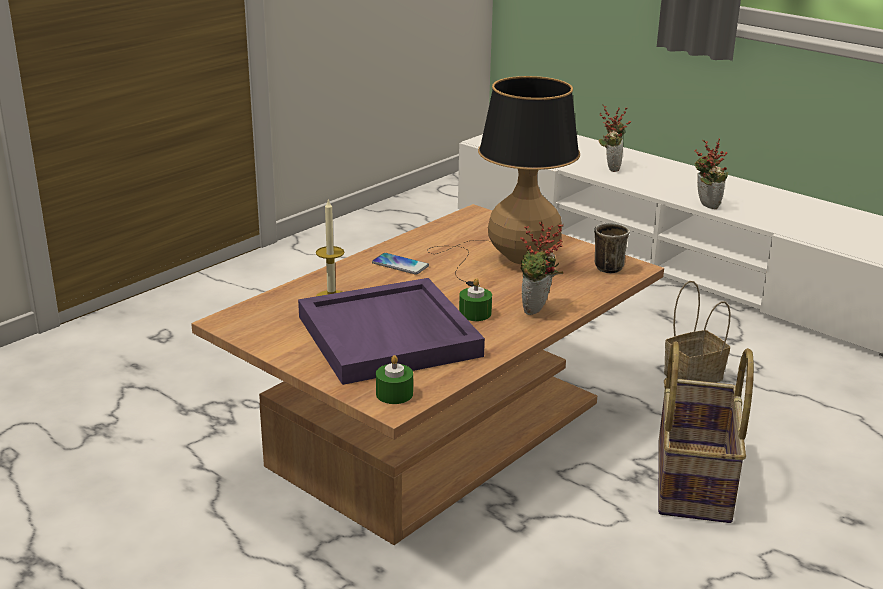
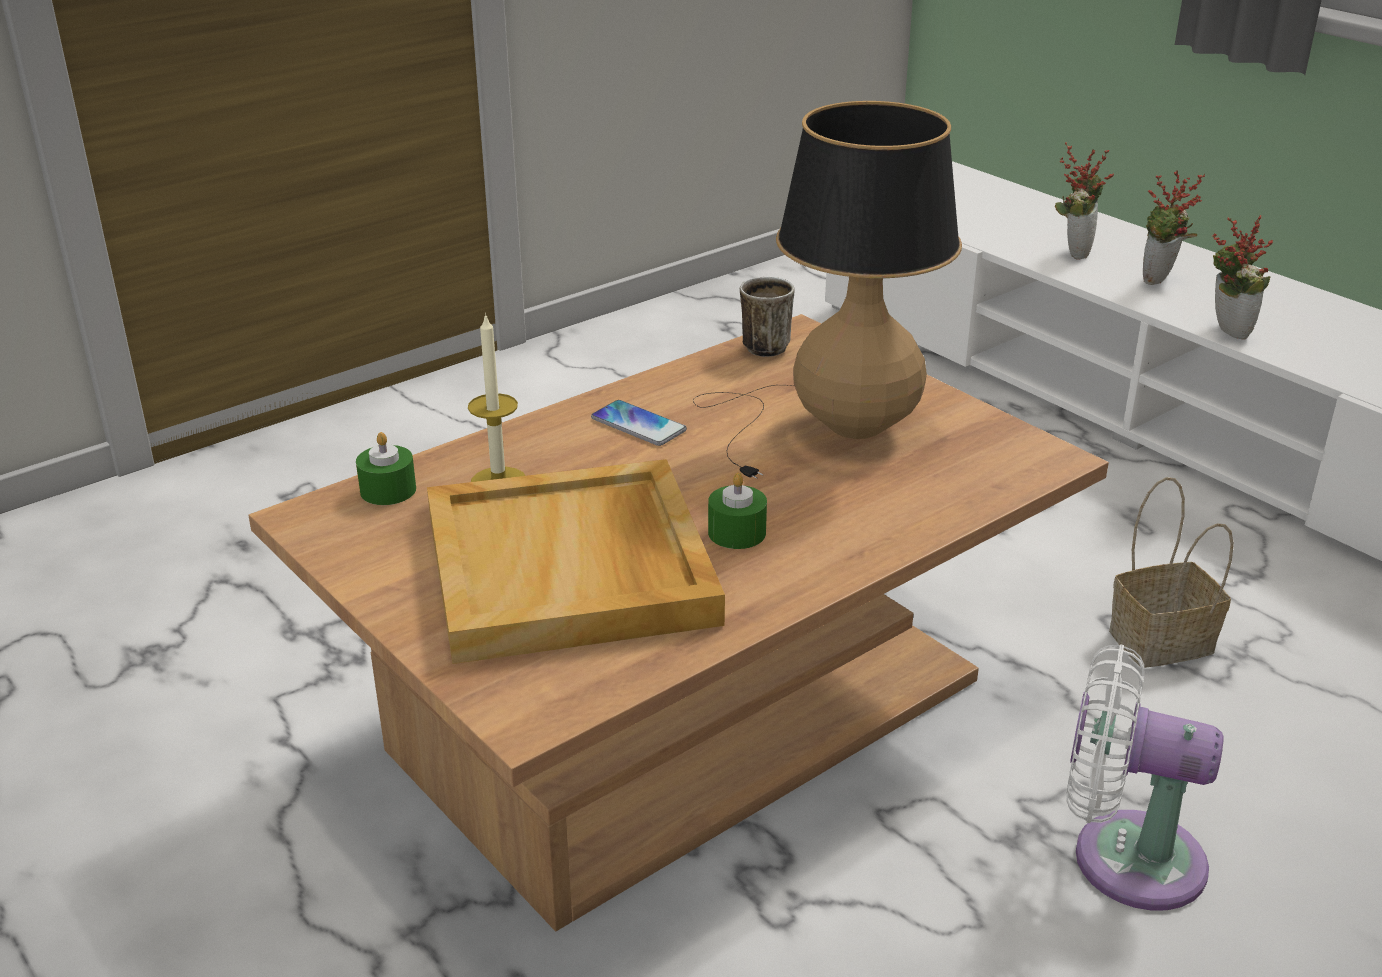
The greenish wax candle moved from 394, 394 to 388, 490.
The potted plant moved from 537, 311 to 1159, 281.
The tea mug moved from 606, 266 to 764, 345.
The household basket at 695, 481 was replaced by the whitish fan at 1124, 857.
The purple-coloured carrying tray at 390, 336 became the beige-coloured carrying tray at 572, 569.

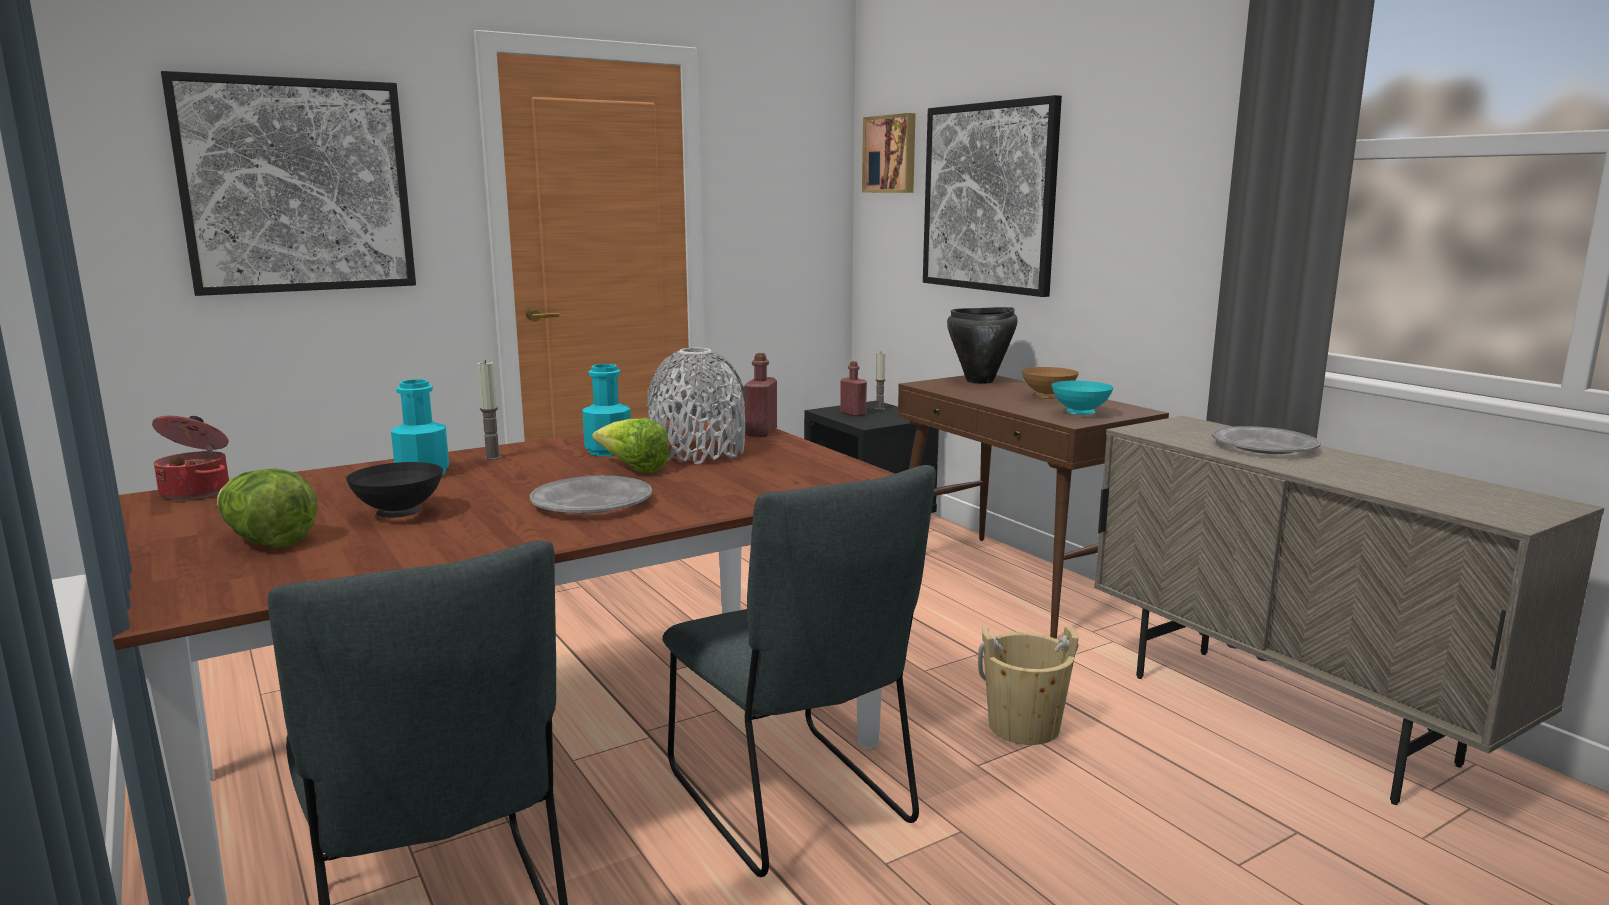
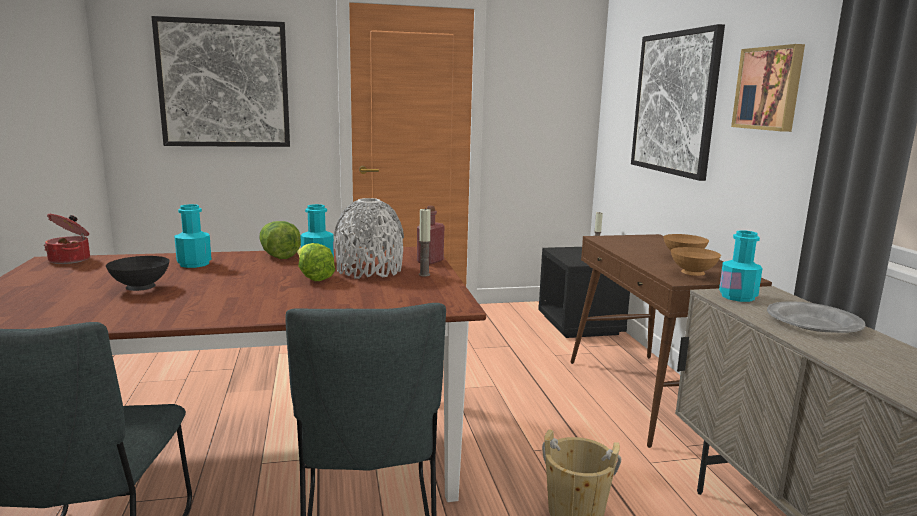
The greyish dinner plate at 592, 502 disappeared.
The red drink bottle at 853, 414 disappeared.
The black stockpot at 980, 381 disappeared.
The blue-green drink bottle at 737, 296 appeared.
The lettuce head moved from 267, 541 to 278, 256.
The wax candle moved from 493, 457 to 424, 274.
The picture moved from 891, 154 to 769, 88.
The blue-green serving bowl at 1081, 414 became the brownish serving bowl at 693, 274.

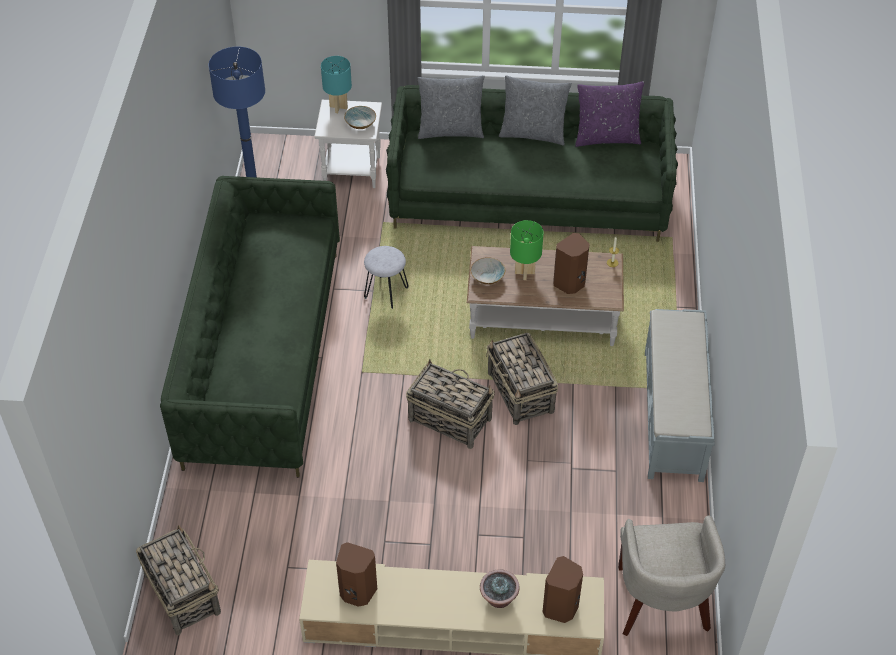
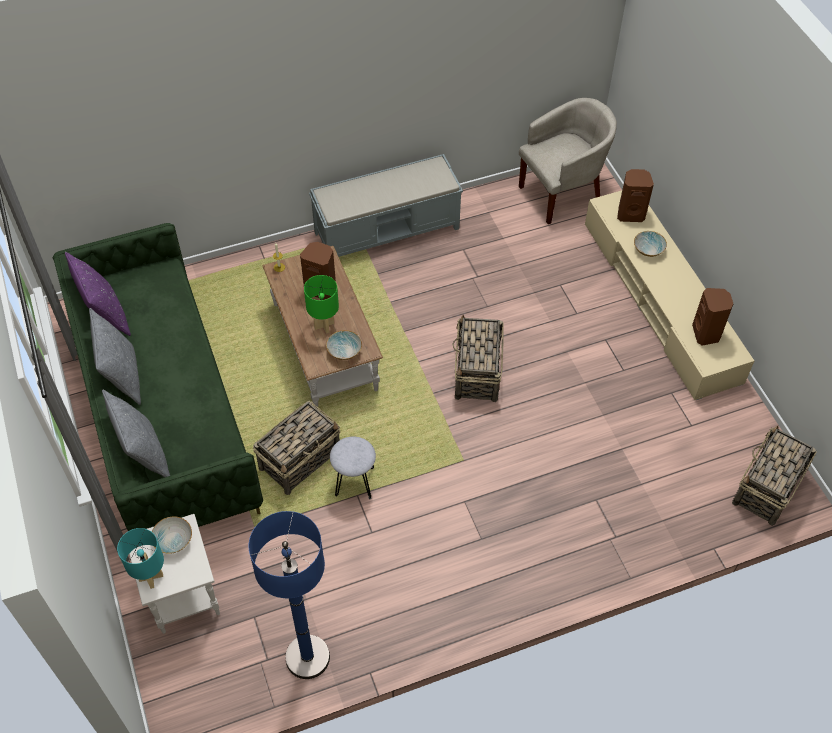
The greenish sofa at 263, 355 disappeared.
The household basket moved from 521, 393 to 301, 459.
The potted plant at 498, 599 was replaced by the serving bowl at 649, 249.

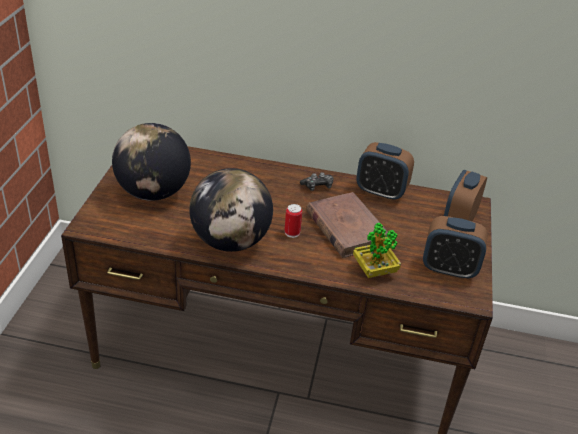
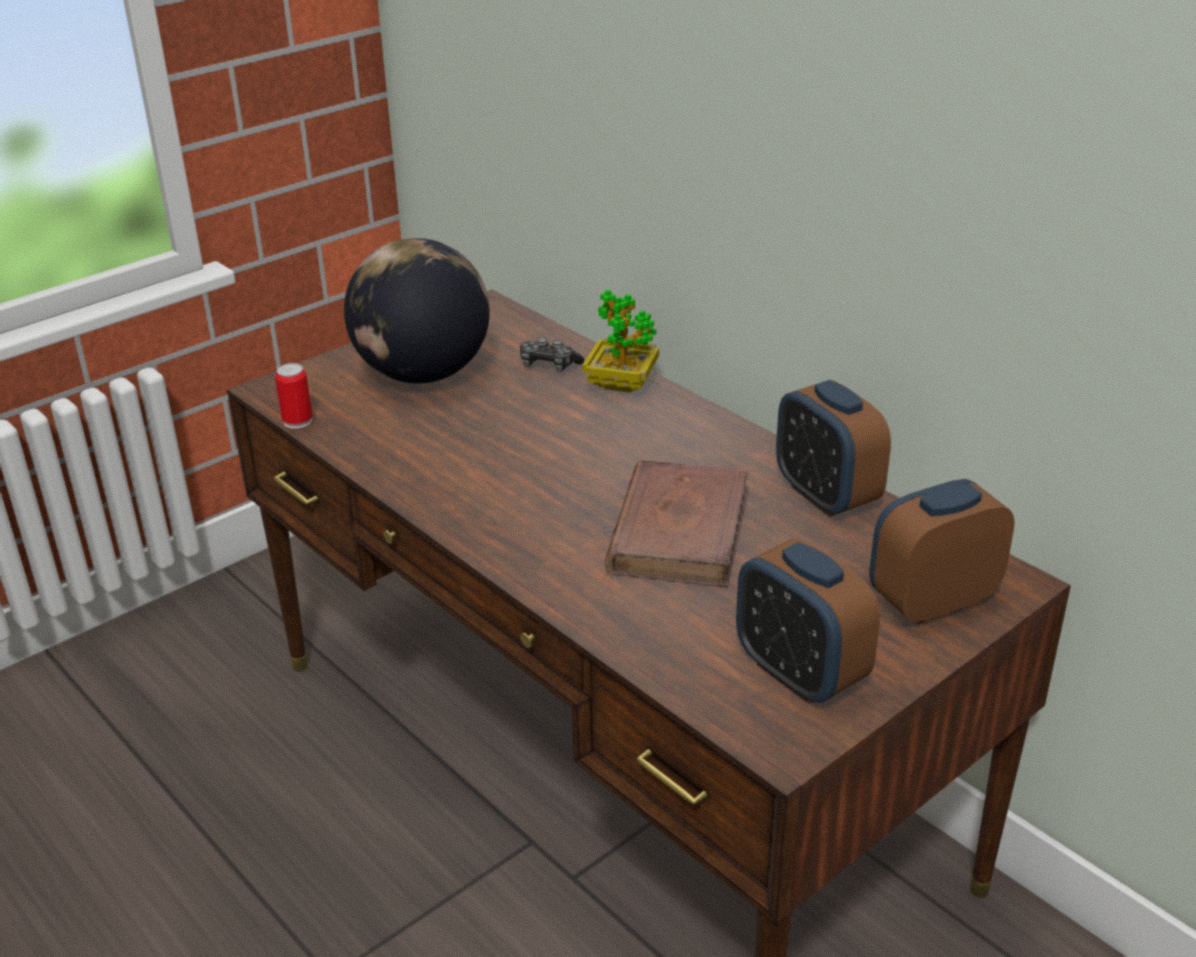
The desk globe at 230, 241 disappeared.
The can moved from 292, 232 to 297, 421.
The joypad moved from 317, 186 to 549, 365.
The potted plant moved from 374, 270 to 621, 384.

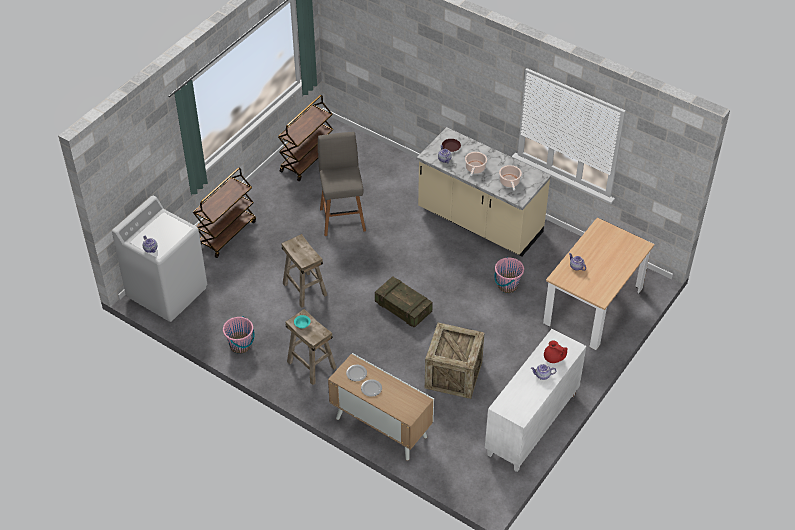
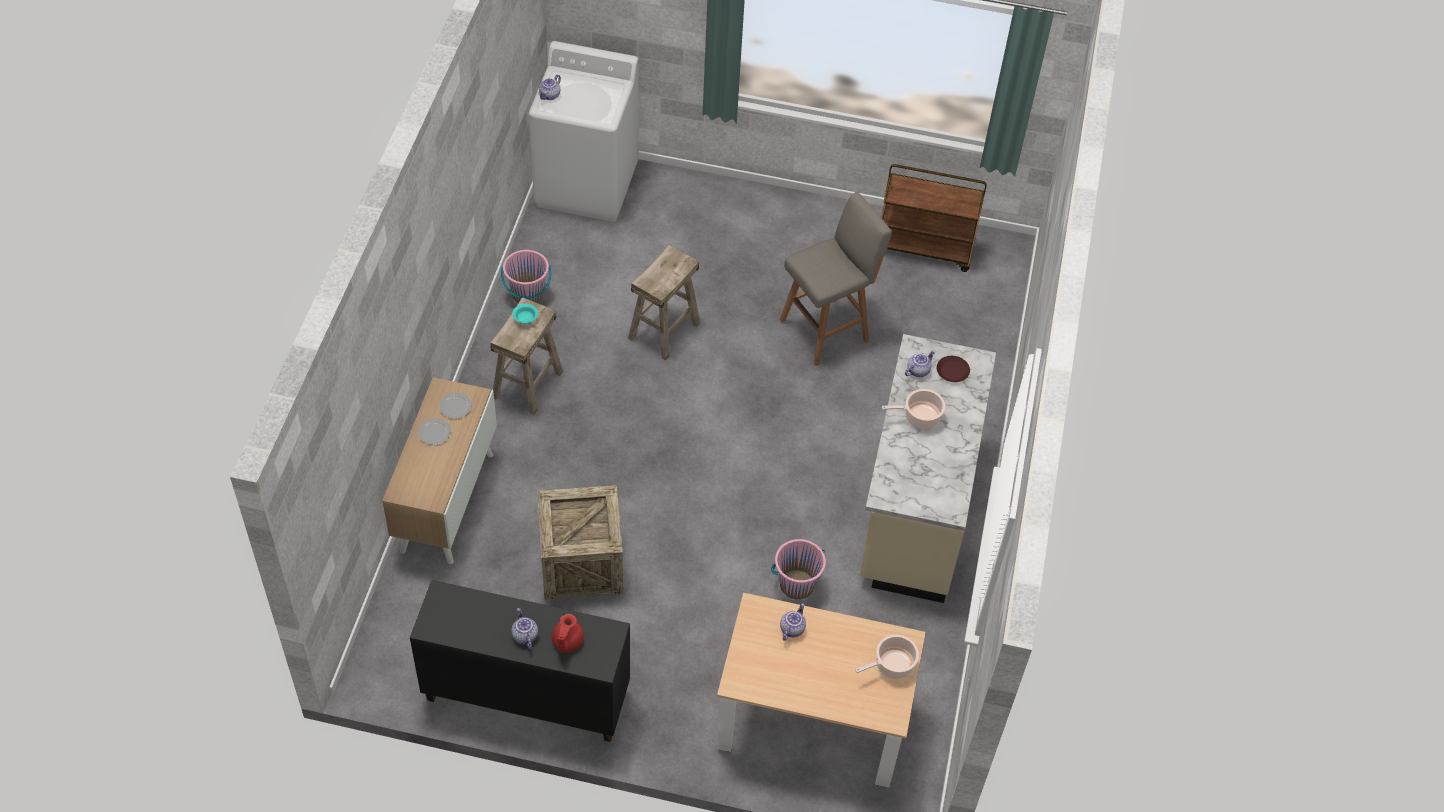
The brownish cart at 226, 233 disappeared.
The packing crate at 403, 308 disappeared.
The stockpot moved from 509, 182 to 892, 665.
The whitish cabinet at 532, 425 became the black cabinet at 525, 696.

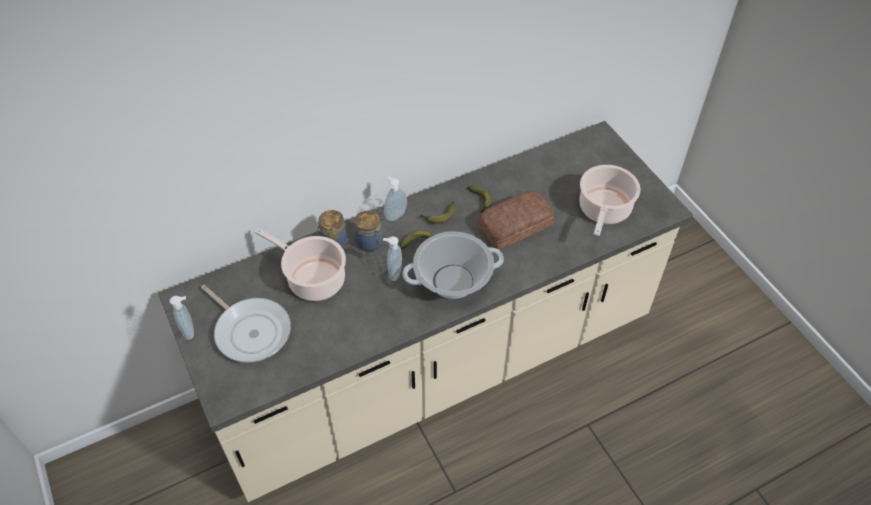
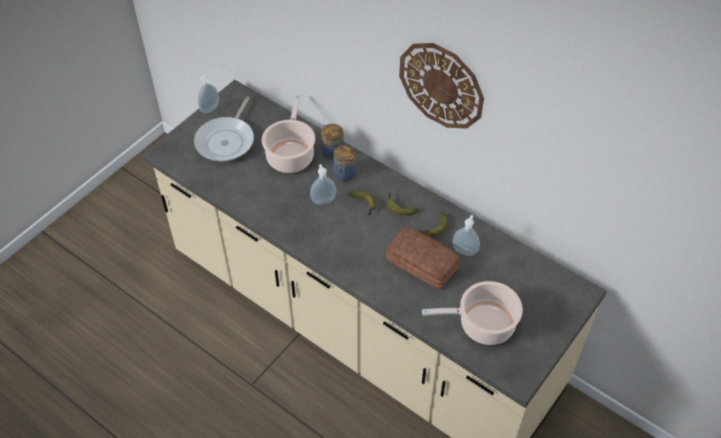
The stockpot at 453, 281 disappeared.
The clock on the wall at 441, 85 appeared.
The soap bottle moved from 395, 215 to 465, 250.

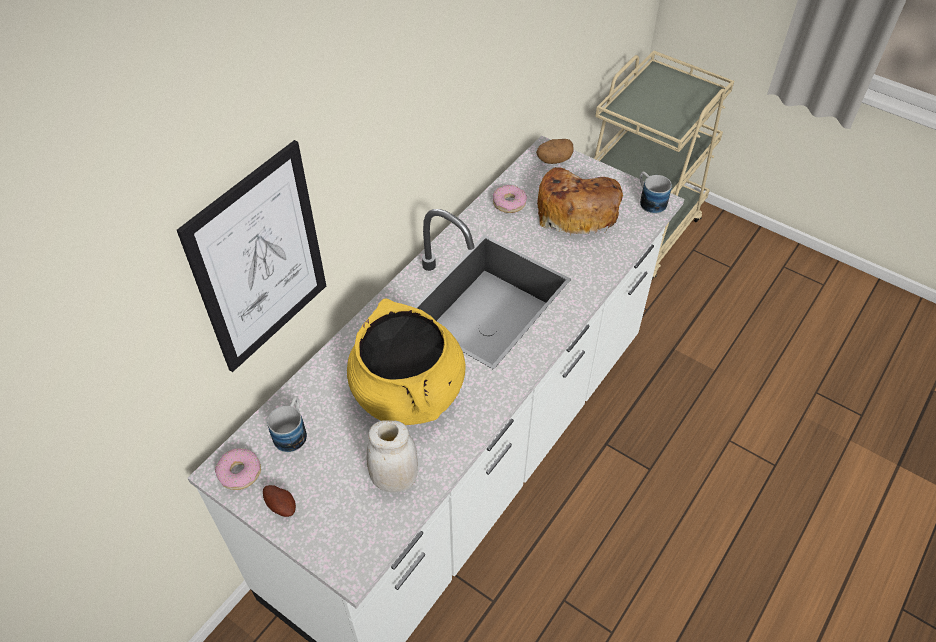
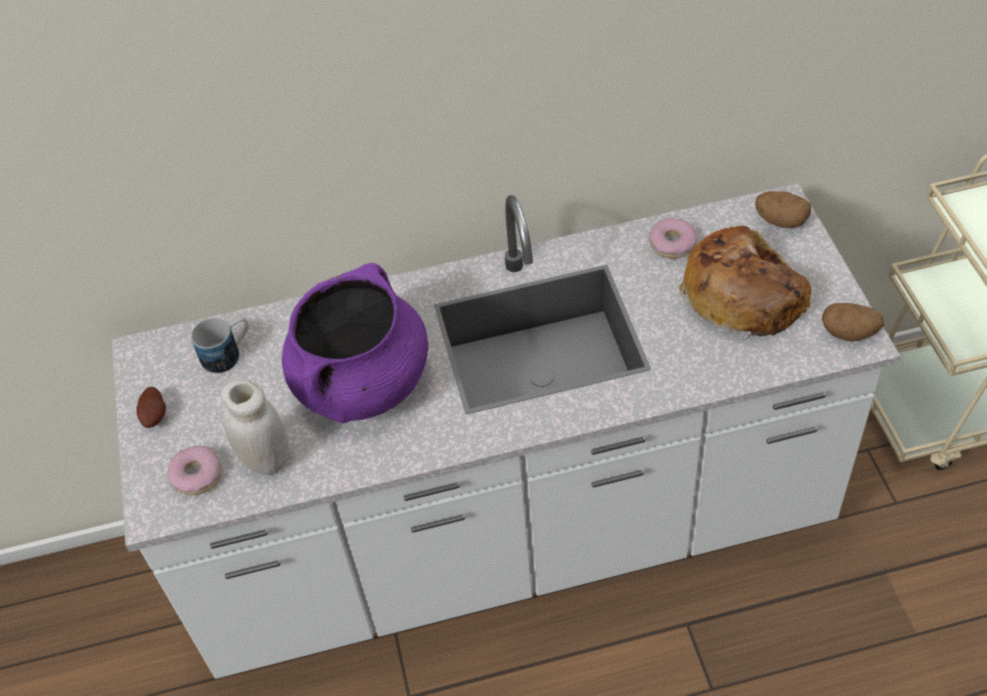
The picture at 259, 260 disappeared.
The doughnut moved from 240, 472 to 197, 475.
The tea mug at 649, 200 was replaced by the whole potato at 849, 333.
The yellowish stockpot at 408, 392 became the purple-coloured stockpot at 362, 383.

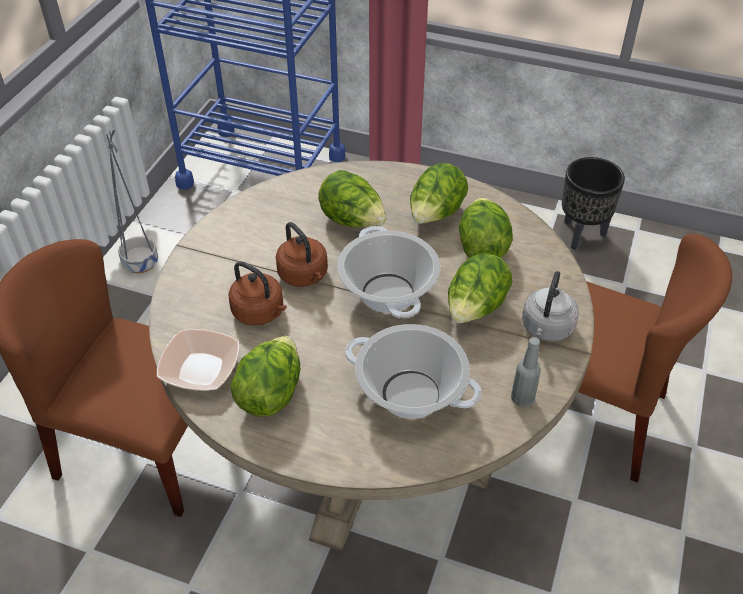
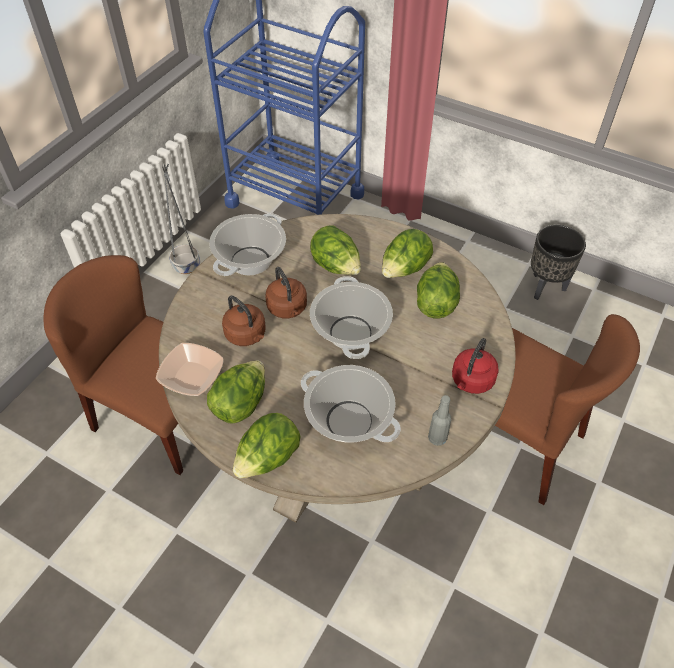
The stockpot at 250, 261 appeared.
The lettuce head moved from 475, 309 to 268, 459.
The greyish tea kettle at 546, 329 became the red tea kettle at 471, 381.

